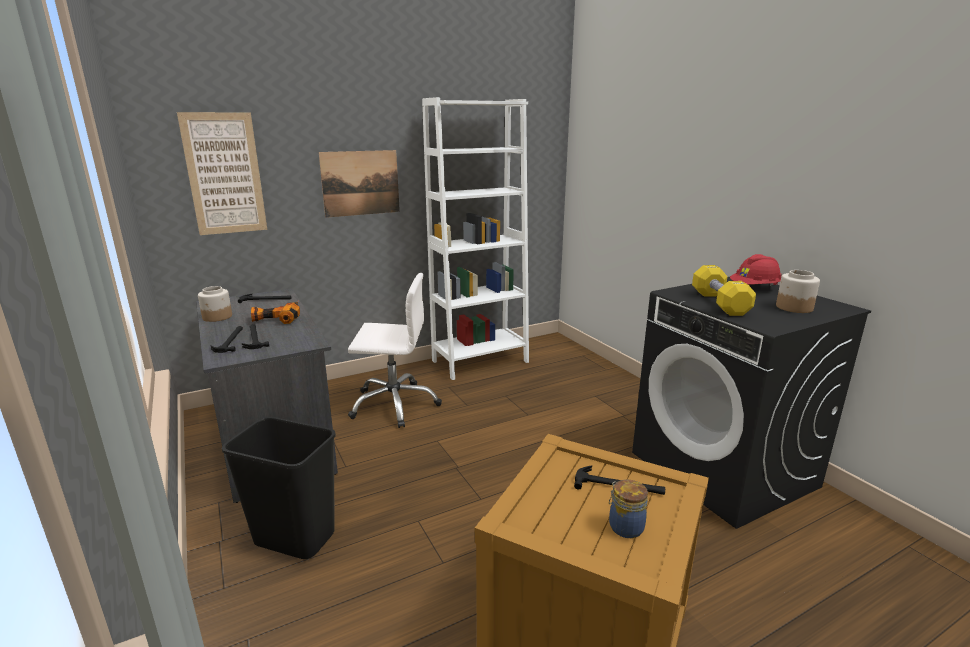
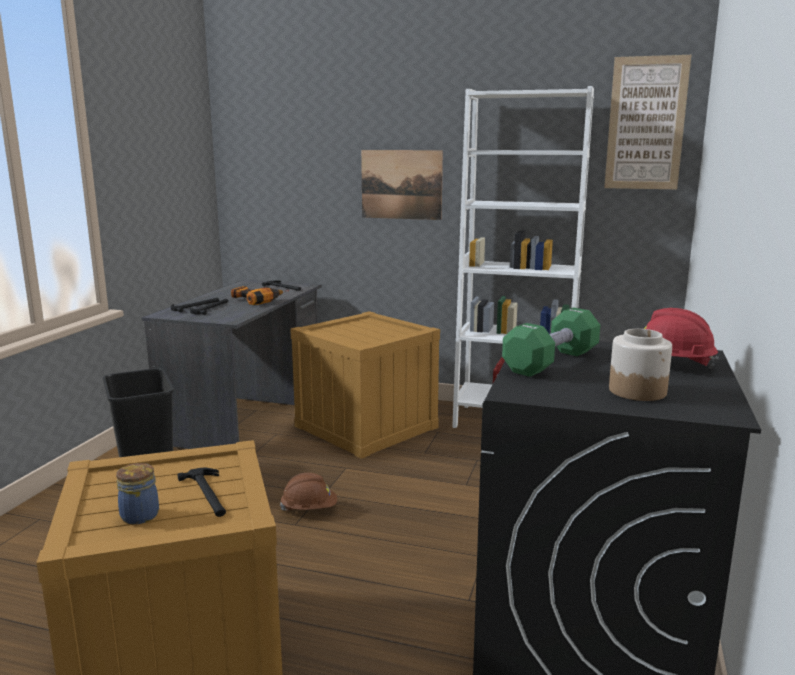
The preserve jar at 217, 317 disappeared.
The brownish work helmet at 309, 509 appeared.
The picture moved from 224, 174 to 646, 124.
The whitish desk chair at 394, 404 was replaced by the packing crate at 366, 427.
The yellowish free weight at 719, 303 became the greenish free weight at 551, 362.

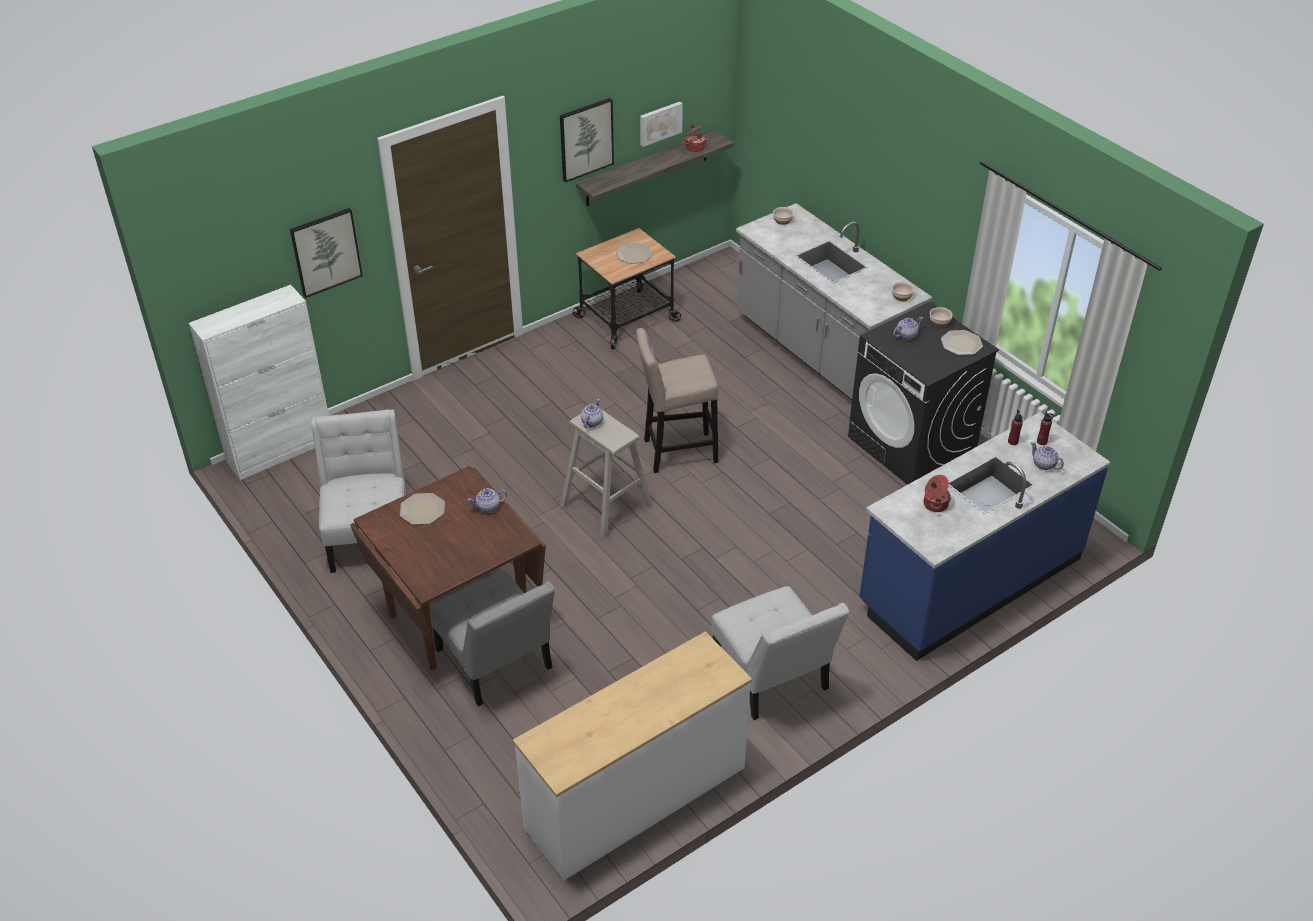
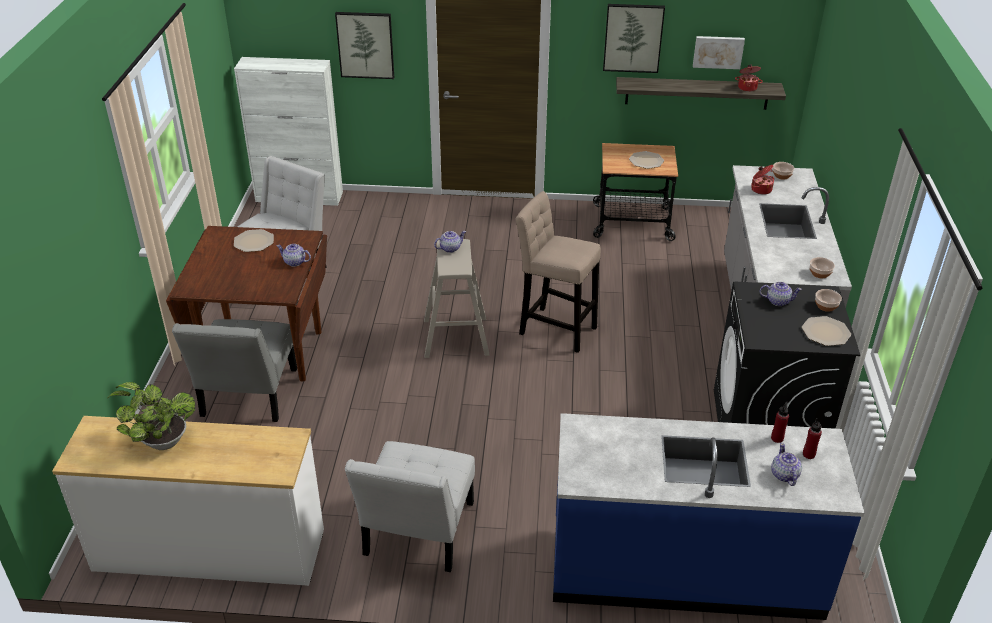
The potted plant at 161, 441 appeared.
The stockpot moved from 934, 504 to 760, 189.

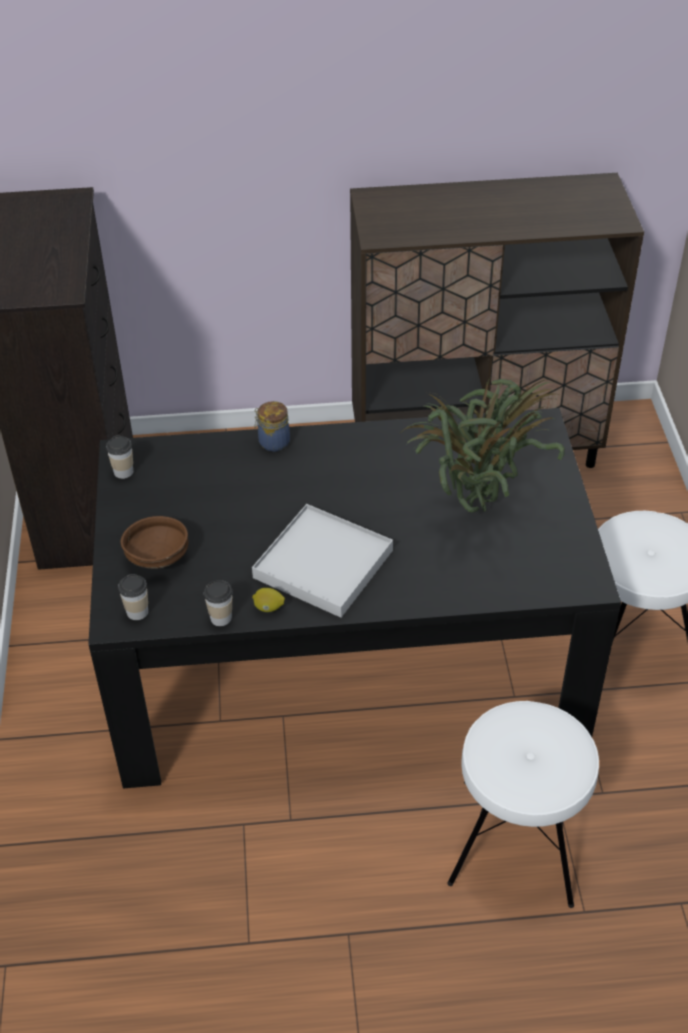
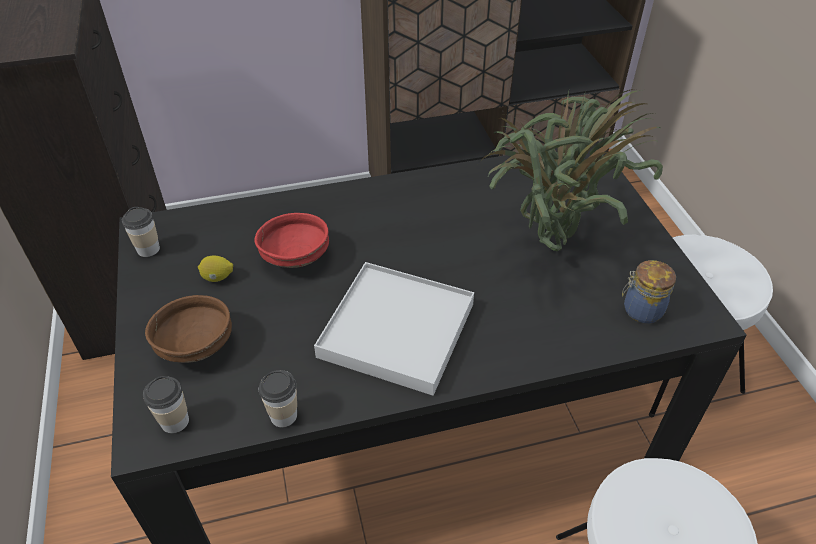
The red serving bowl at 295, 257 appeared.
The lemon moved from 268, 608 to 217, 278.
The preserve jar moved from 272, 442 to 640, 310.

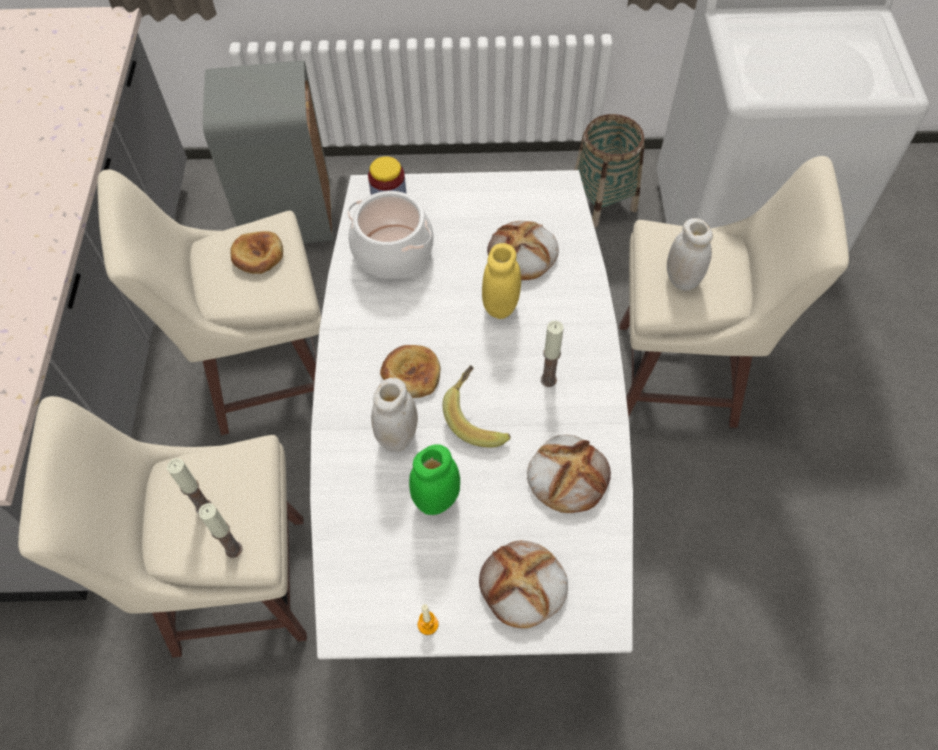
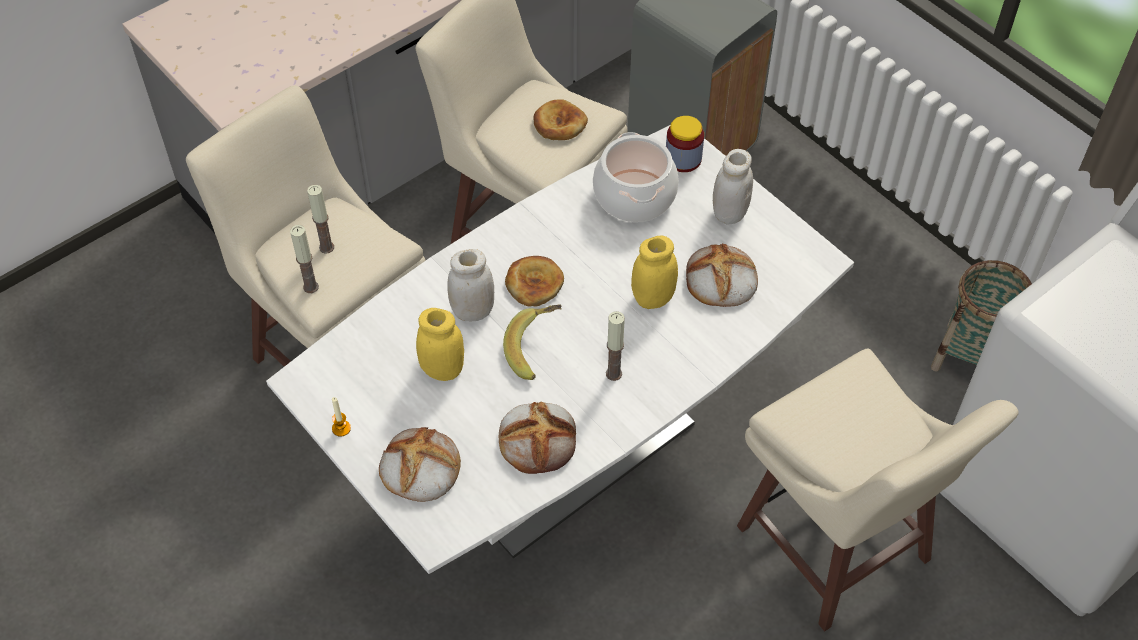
The whitish preserve jar moved from 682, 279 to 729, 213.
The greenish preserve jar at 436, 499 became the yellowish preserve jar at 442, 369.

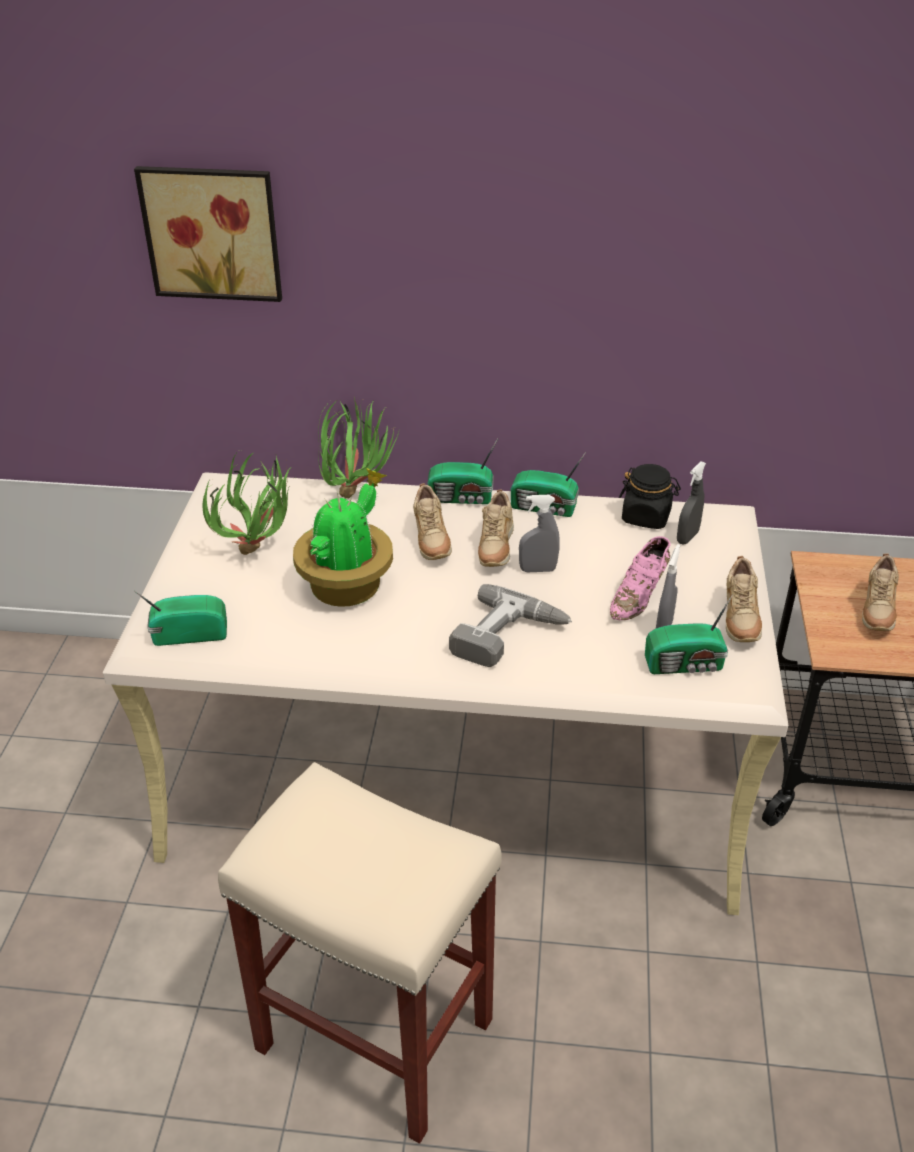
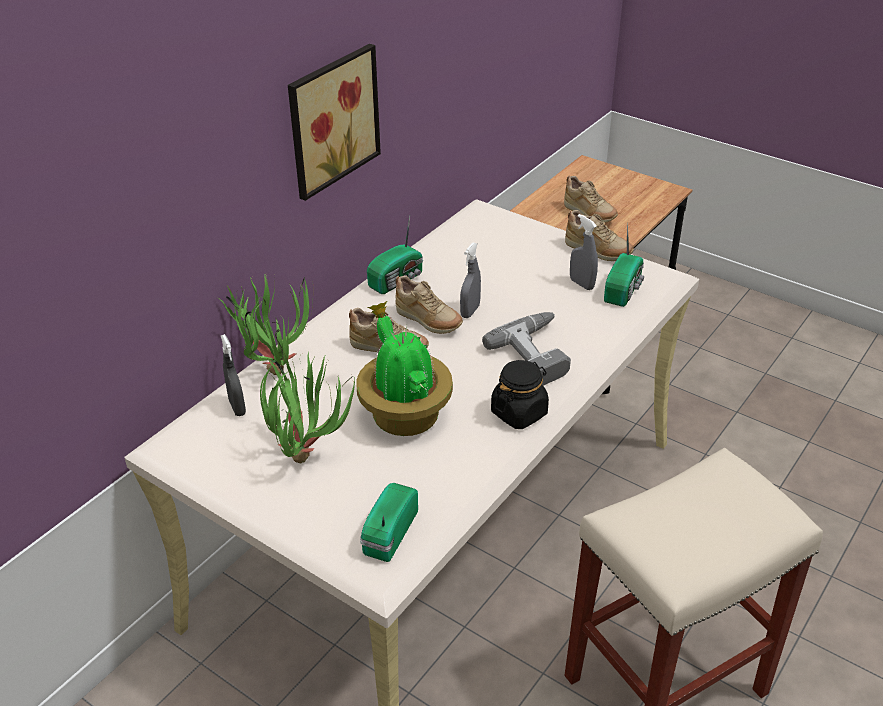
The radio at 462, 498 disappeared.
The pink shoe at 639, 596 disappeared.
The picture moved from 213, 232 to 330, 119.
The black preserve jar moved from 646, 517 to 519, 413.
The greyish hand sprayer moved from 687, 537 to 237, 407.

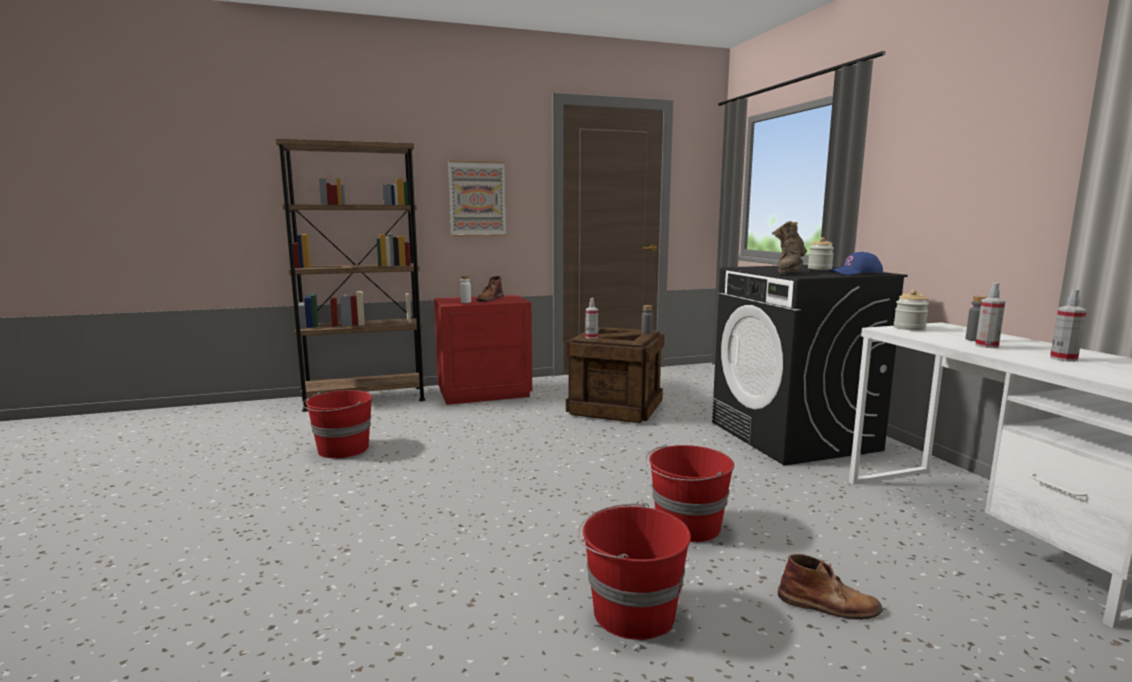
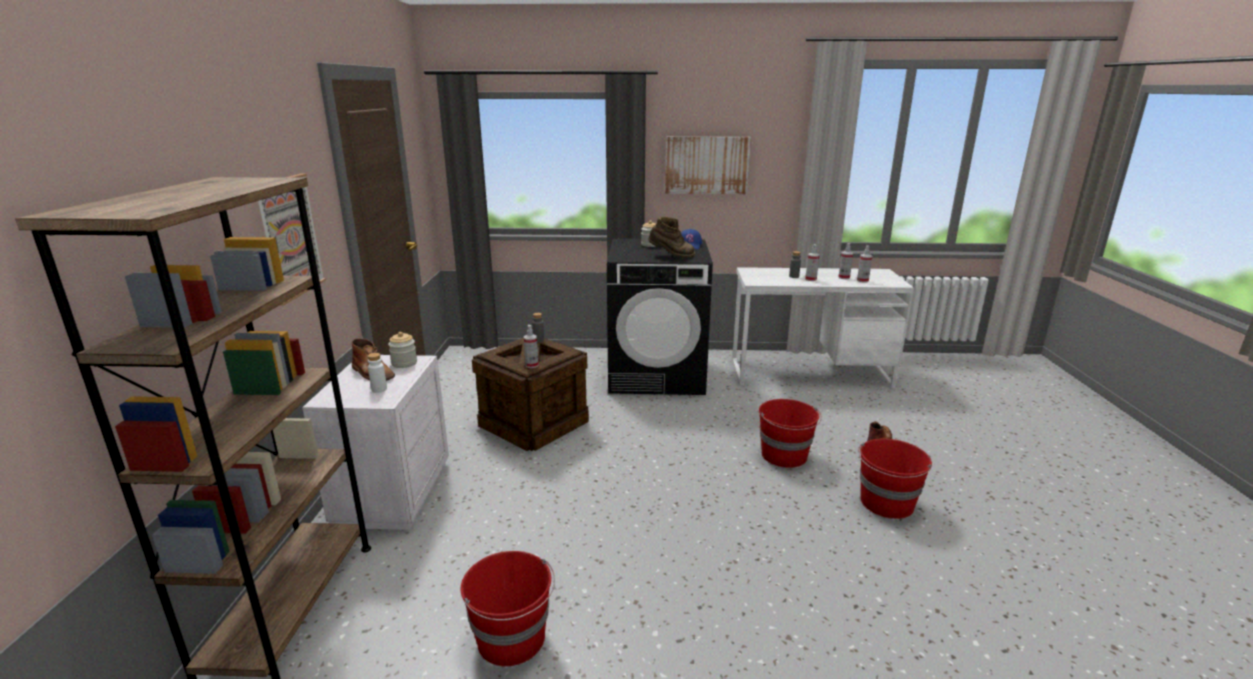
The picture at 706, 165 appeared.
The hand sprayer at 862, 280 appeared.
The preserve jar moved from 909, 328 to 404, 363.
The red bedside table at 483, 392 became the whitish bedside table at 391, 493.
The brownish tall boot at 789, 272 turned 45 degrees counterclockwise.

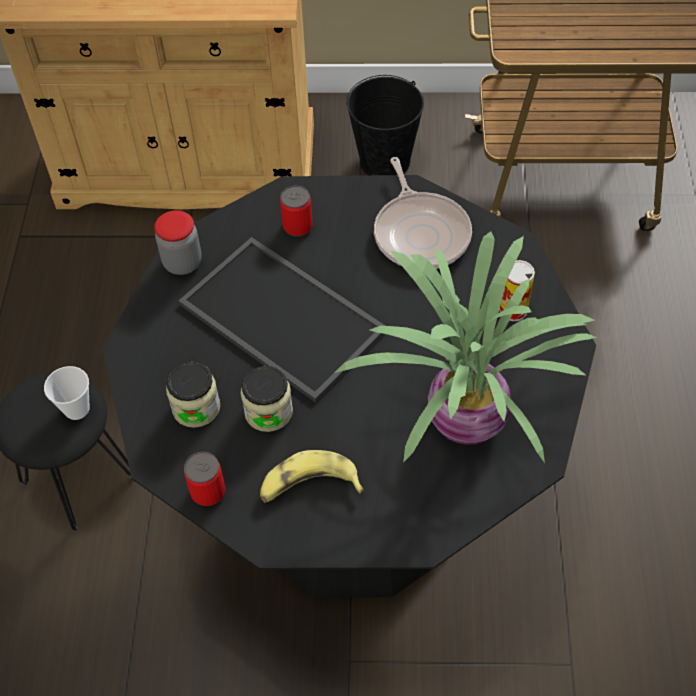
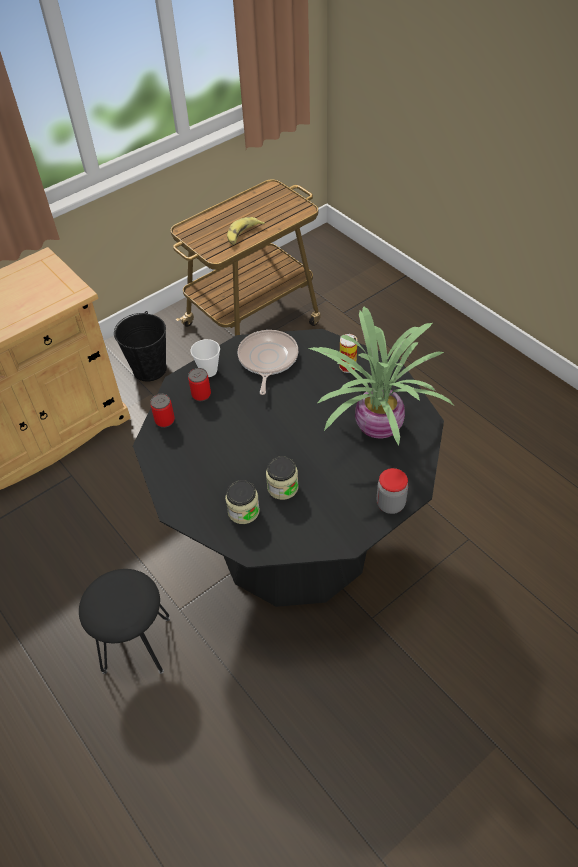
The carrying tray at 278, 318 disappeared.
The cup moved from 77, 409 to 208, 371.
The preserve jar moved from 182, 263 to 390, 504.
The can moved from 208, 492 to 165, 420.
The whole banana moved from 308, 486 to 243, 235.
The pan at 420, 233 turned 120 degrees counterclockwise.

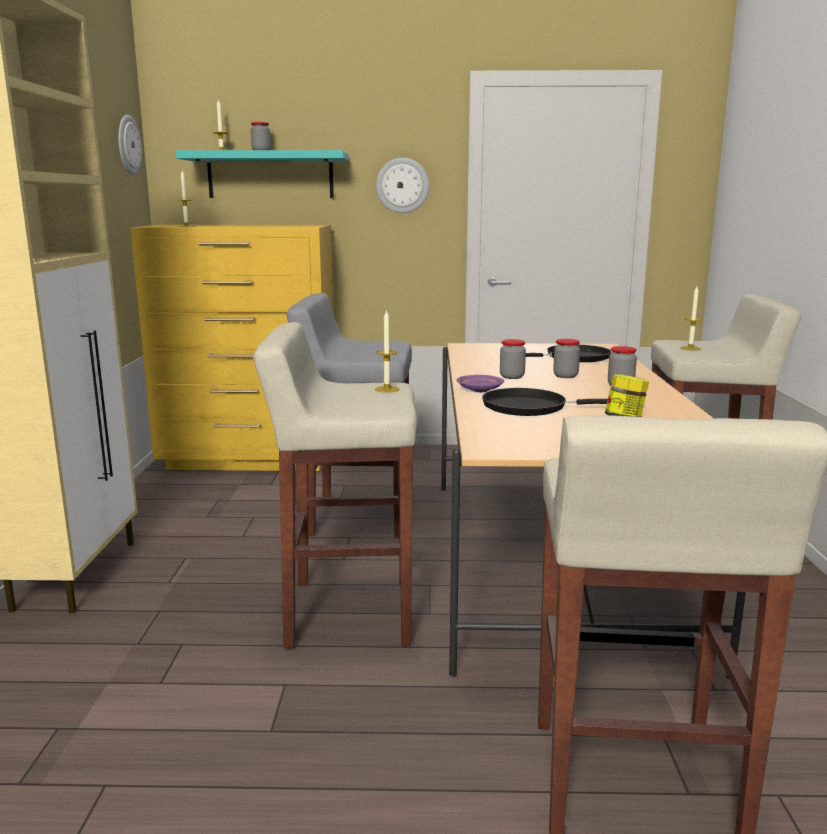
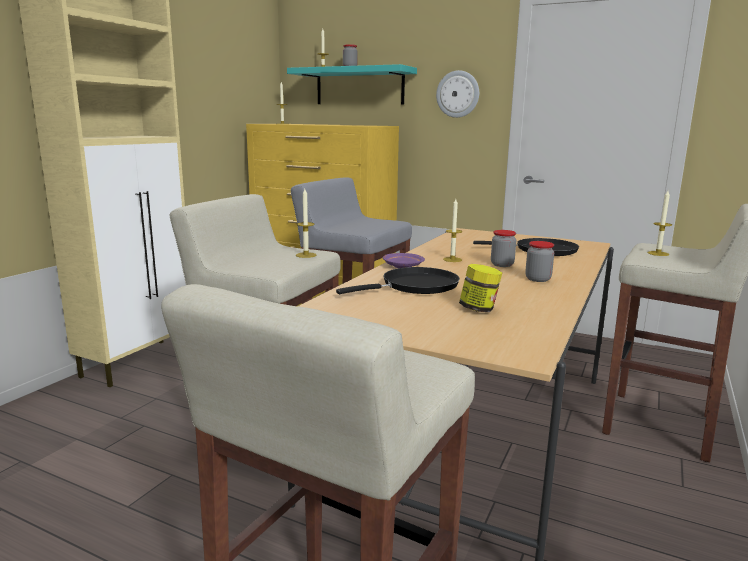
The clock on the wall at 128, 145 disappeared.
The preserve jar at 512, 377 was replaced by the wax candle at 452, 259.
The black pan at 530, 407 turned 120 degrees clockwise.

